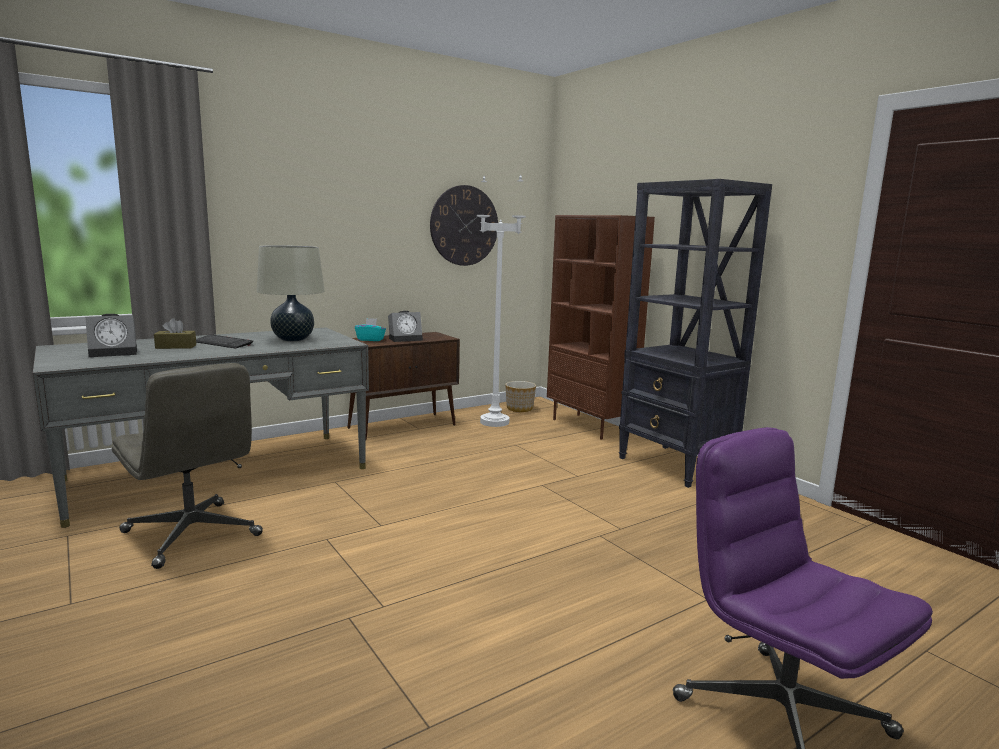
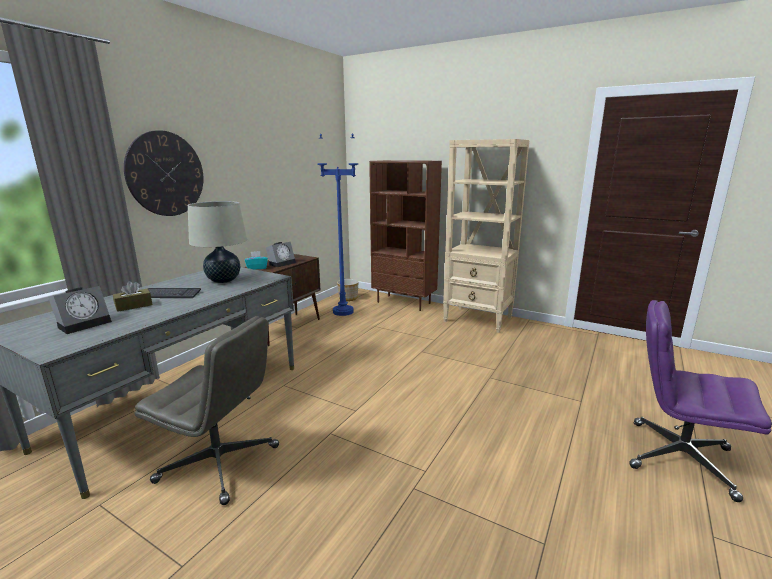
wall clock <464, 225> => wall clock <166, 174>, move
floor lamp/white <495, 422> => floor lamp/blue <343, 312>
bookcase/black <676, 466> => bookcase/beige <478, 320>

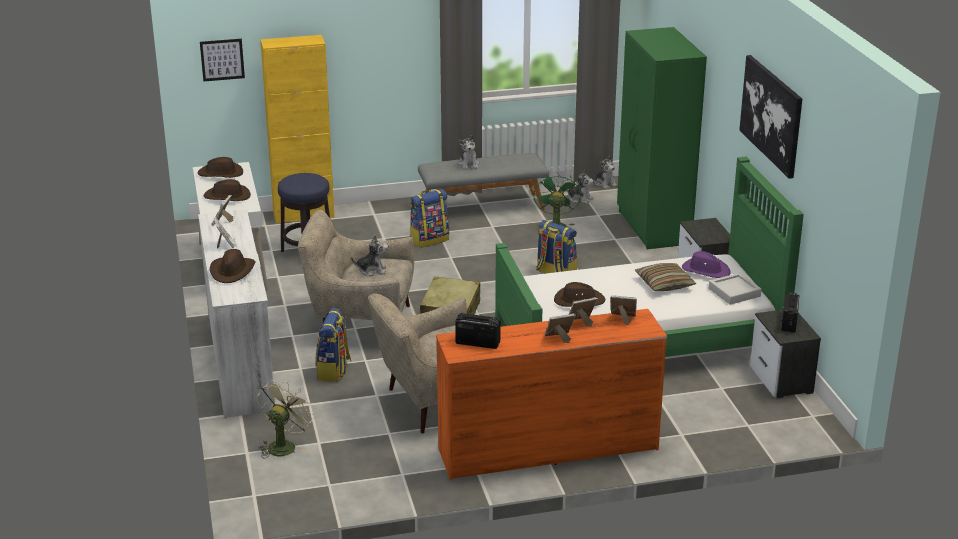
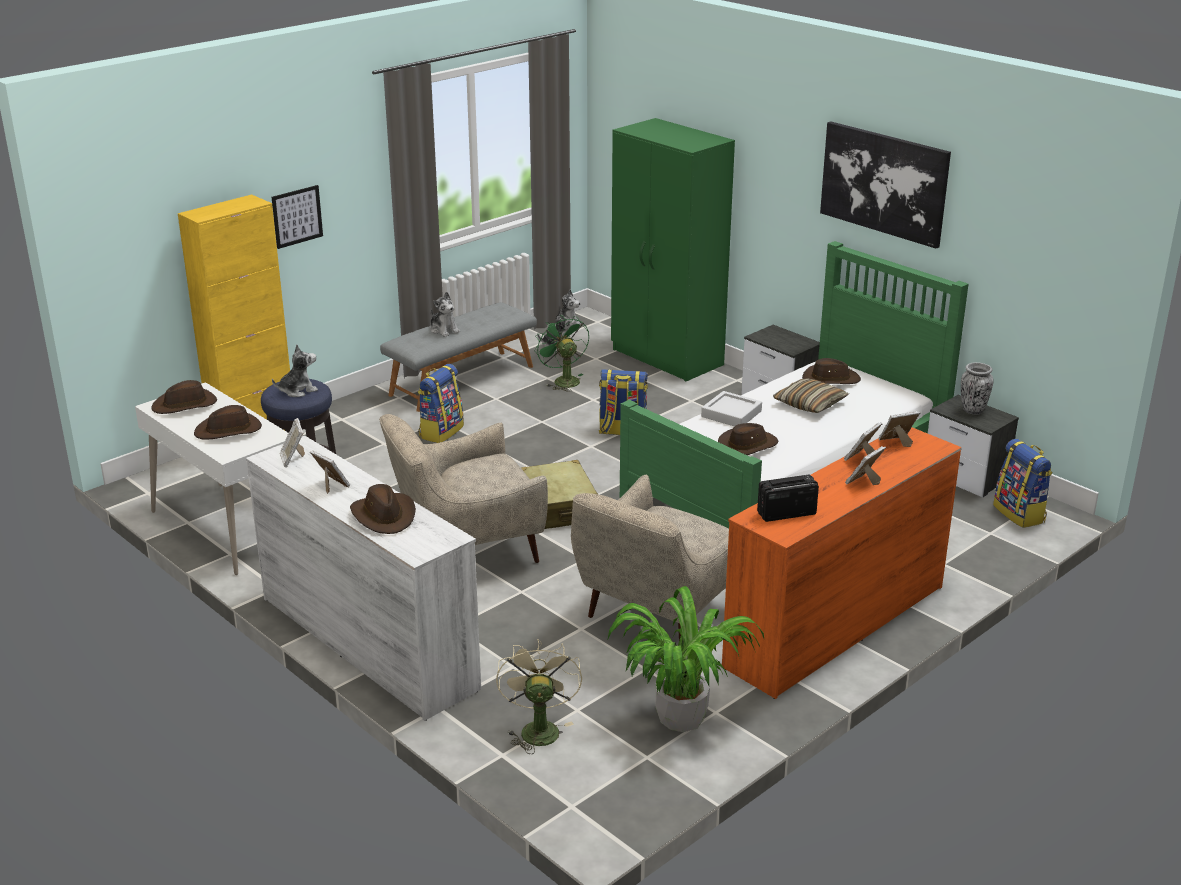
picture <222, 59> => picture <297, 216>, move
backpack <334, 371> => backpack <1020, 514>, move
plush toy <372, 270> => plush toy <297, 390>, move
hat/purple <705, 270> => hat/brown <830, 379>
tray/grey <734, 292> => tray/grey <731, 414>, move
radio <789, 323> => vase <973, 410>
nothing => potted plant <680, 718>

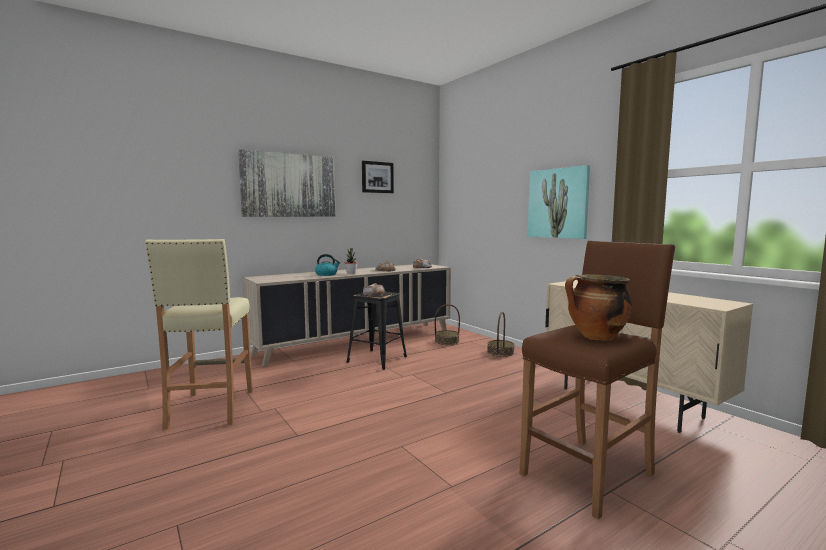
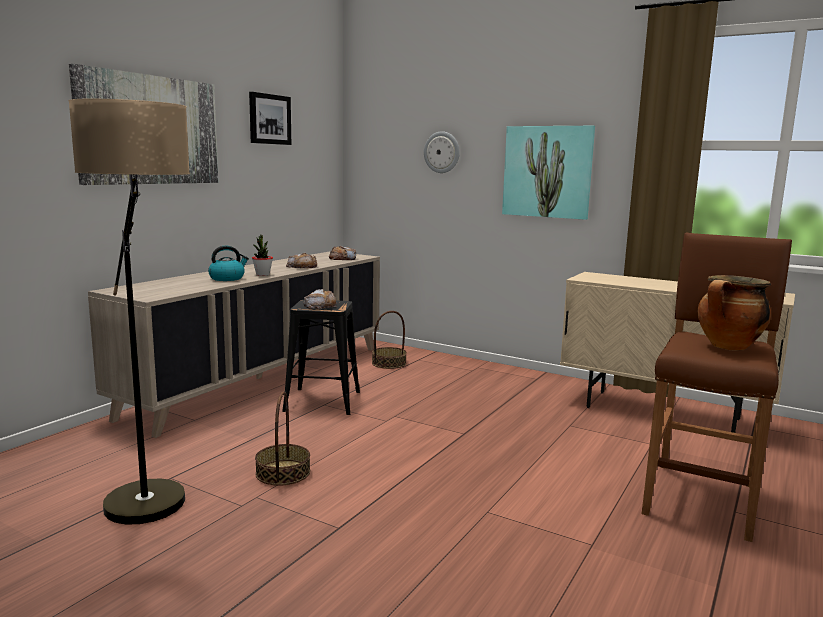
stool/beige <210, 409> => floor lamp <151, 518>
basket <500, 352> => basket <283, 472>, move
nothing => wall clock <442, 152>

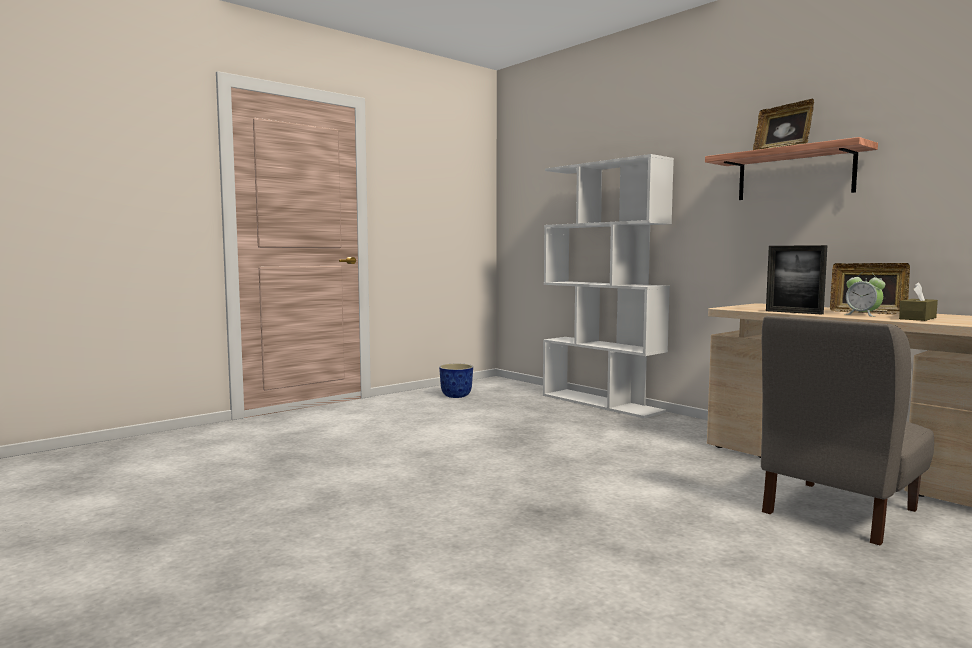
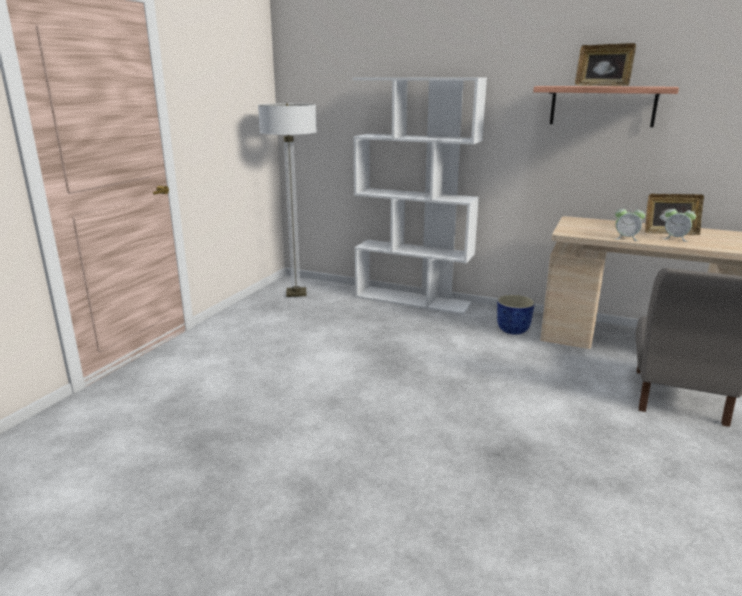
planter <457, 396> => planter <513, 330>, move
picture frame <793, 312> => alarm clock <626, 238>
tissue box/brown <917, 318> => nothing
nothing => floor lamp <296, 293>

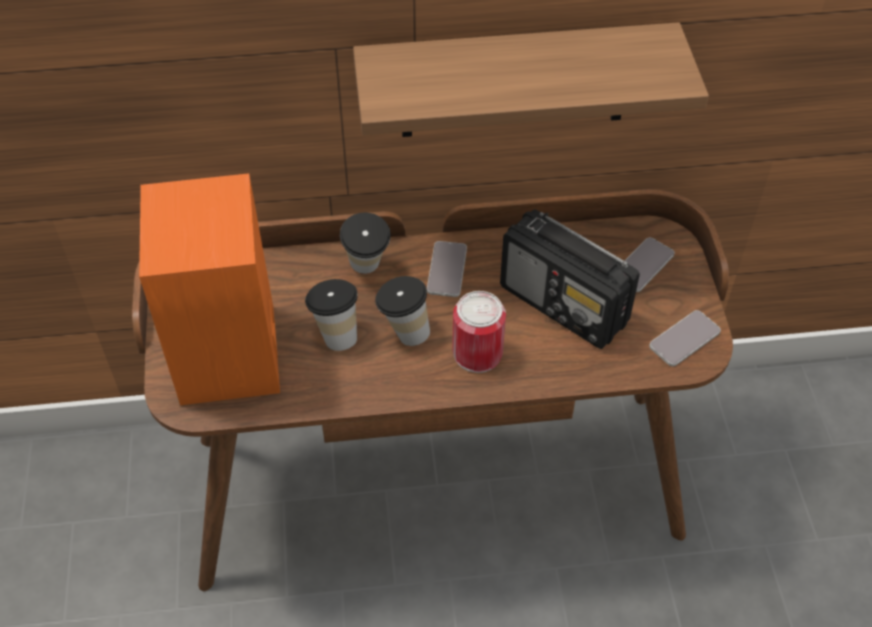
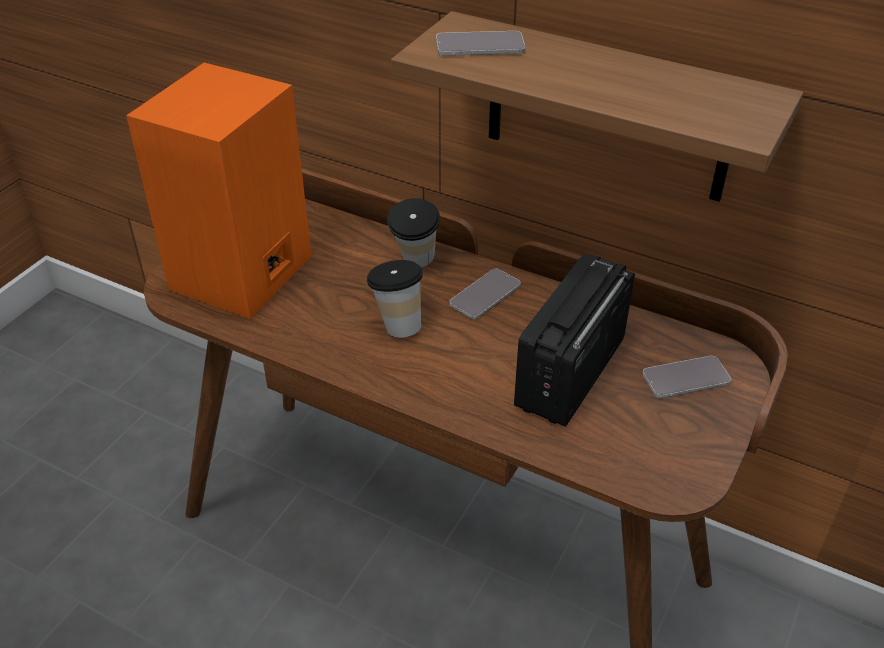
cup <336, 334> => nothing
can <477, 353> => nothing
radio <564, 305> => radio <569, 374>, 45 degrees clockwise
phone <684, 339> => phone <480, 45>, move

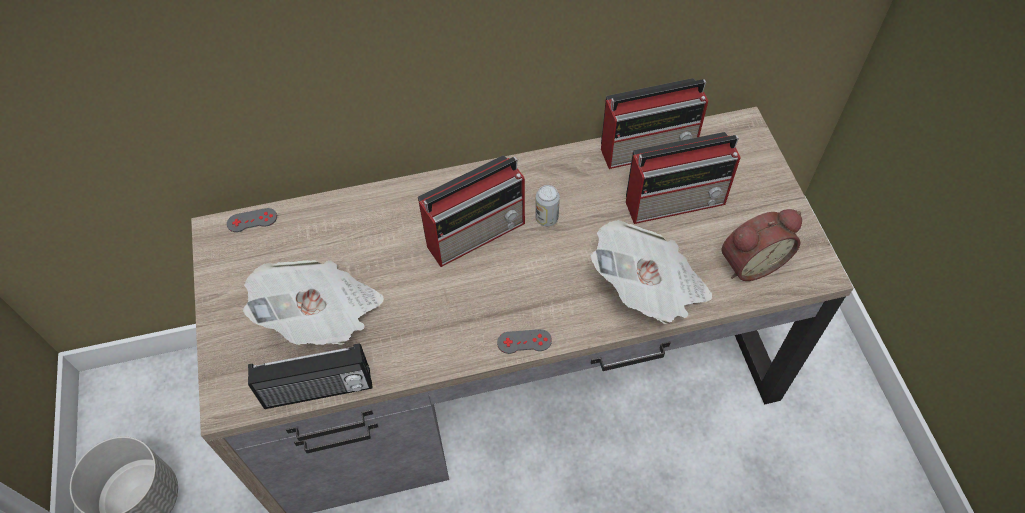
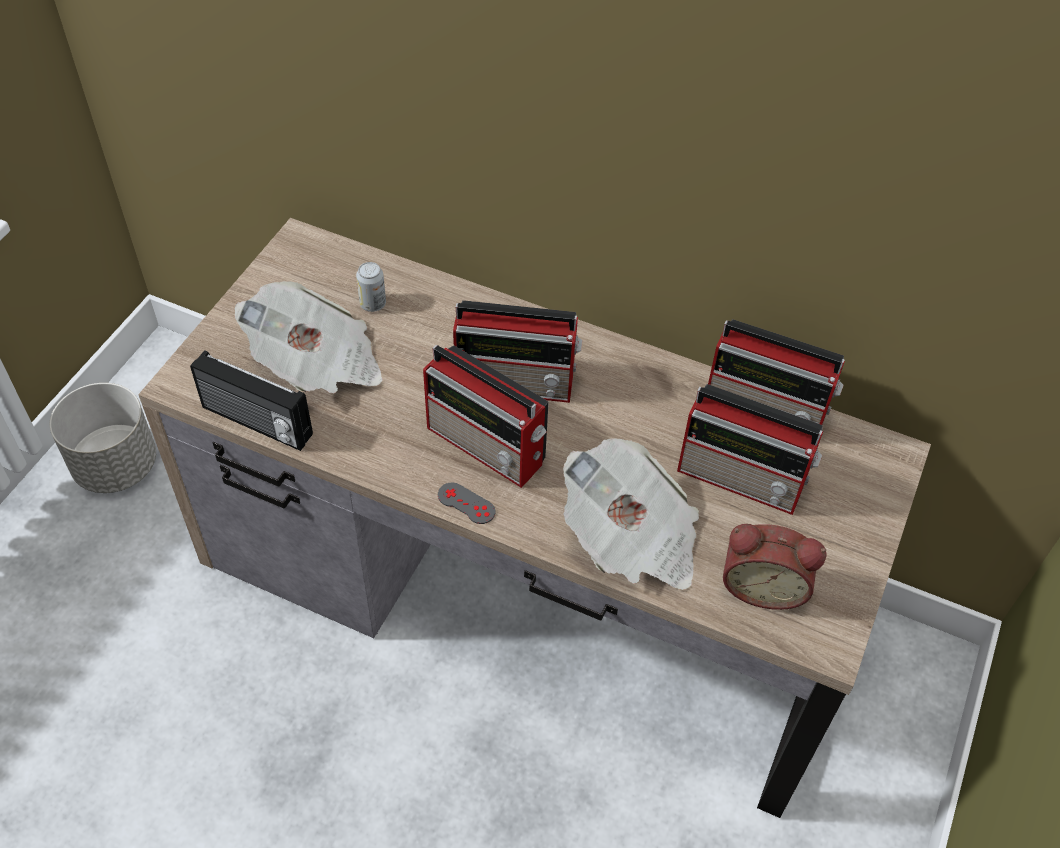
game controller/grey <252, 220> => nothing
can <546, 218> => can <373, 304>, move
nothing => radio <488, 446>

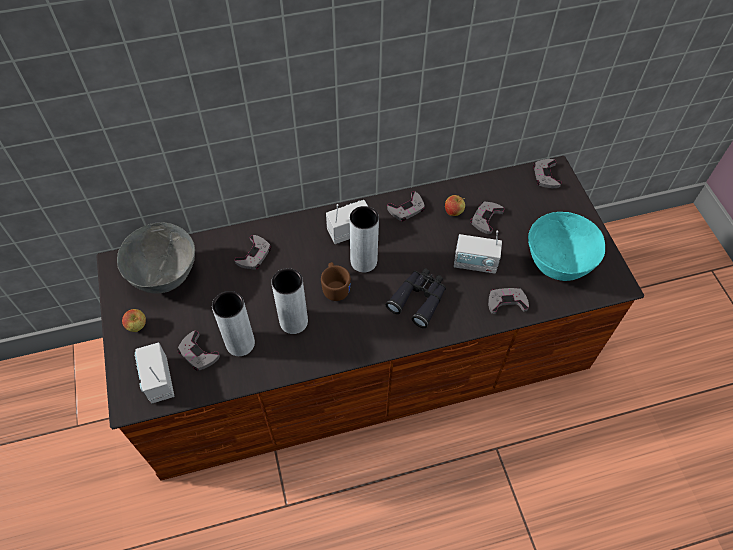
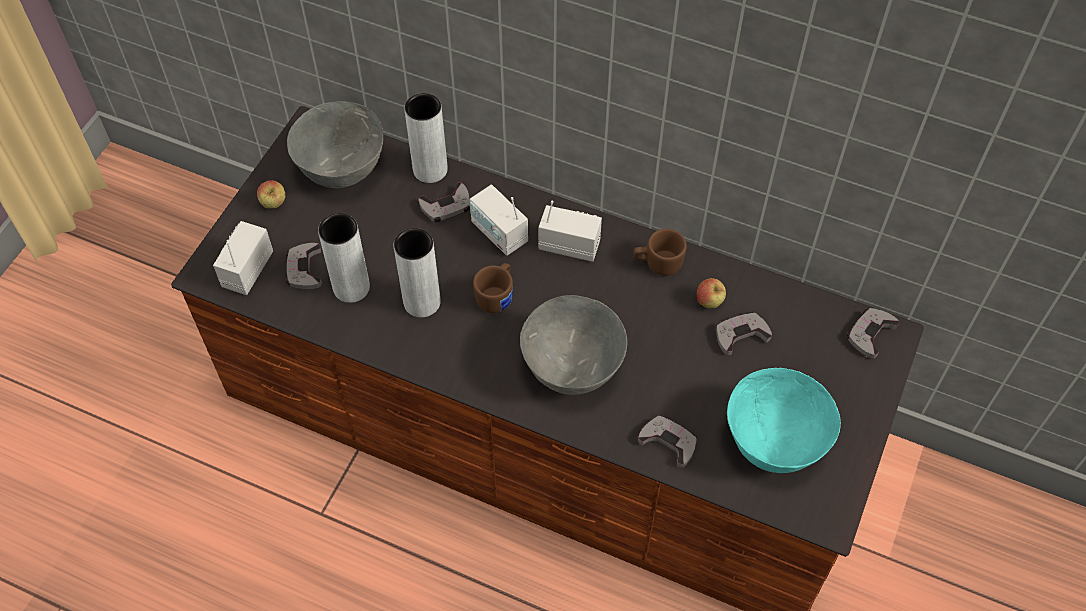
vase/grey <363, 261> => vase/grey <430, 169>, move
binoculars/black <419, 299> => bowl/grey <573, 370>
game controller/grey <407, 209> => mug/brown <657, 263>
radio <475, 263> => radio <499, 233>, move

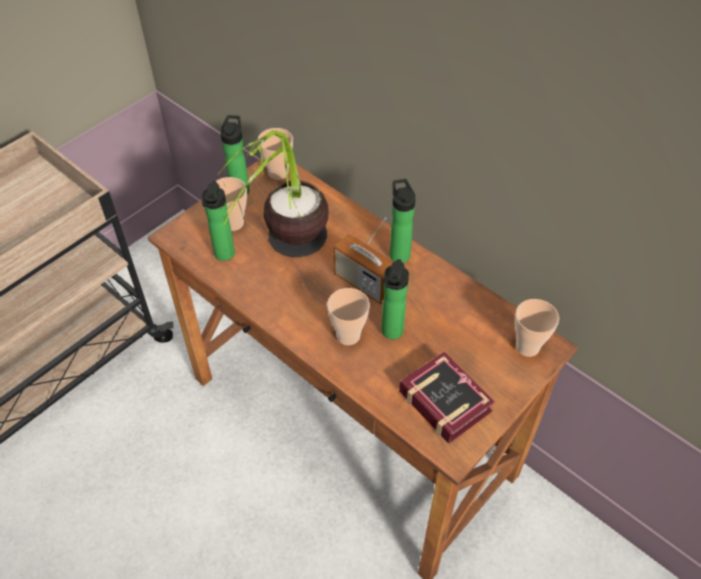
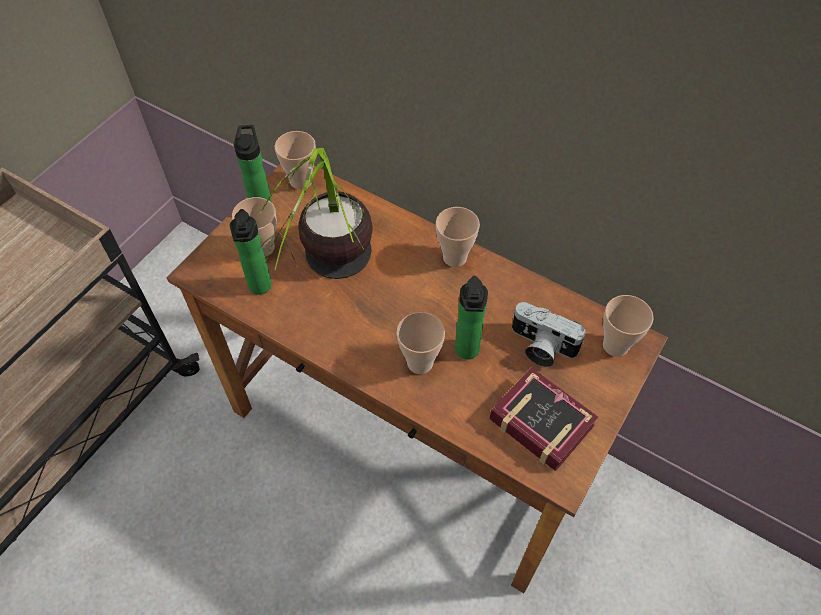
radio <364, 283> => nothing
bottle <398, 253> => cup <454, 257>
nothing => photo camera <540, 347>

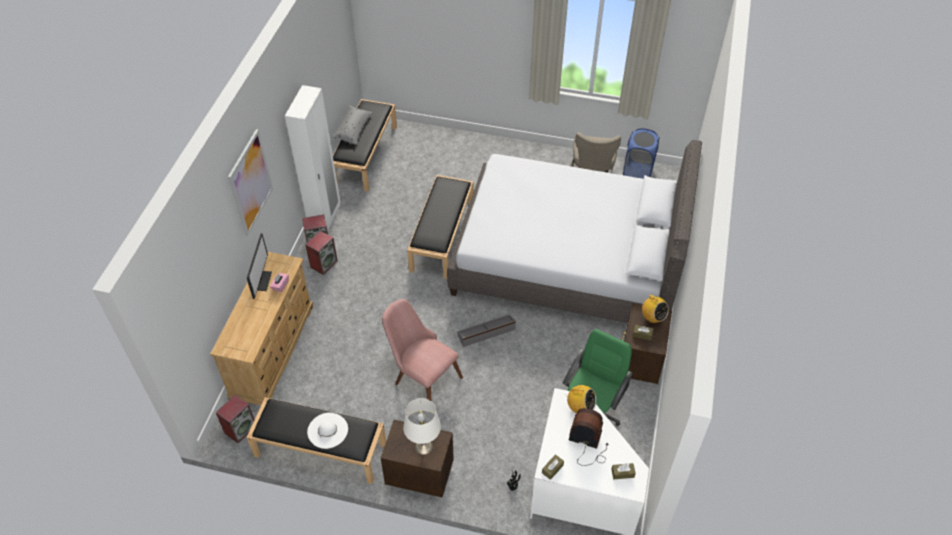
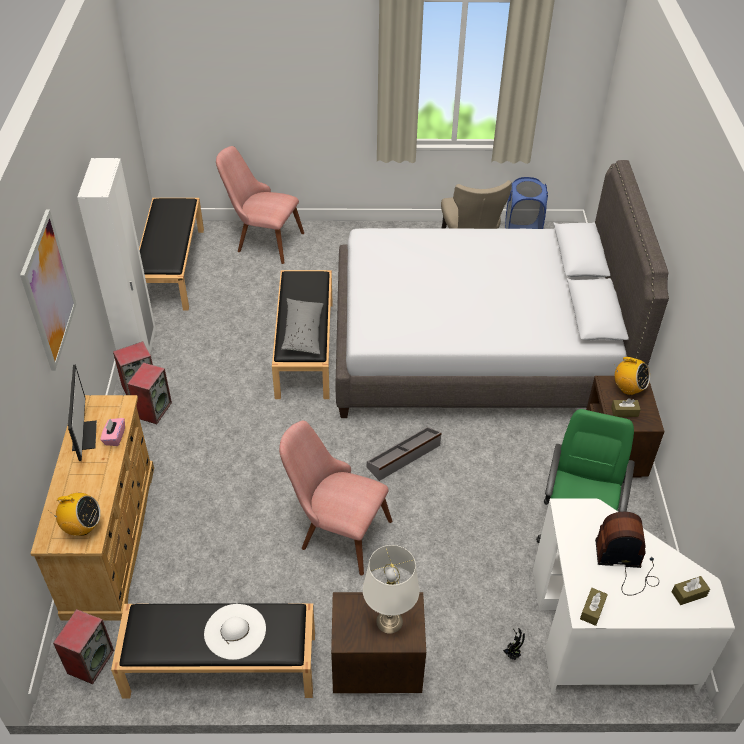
pillow/grey <353, 129> => pillow/grey <303, 332>, move
radio <580, 407> => radio <82, 527>, move
nothing => chair/pink <262, 240>

